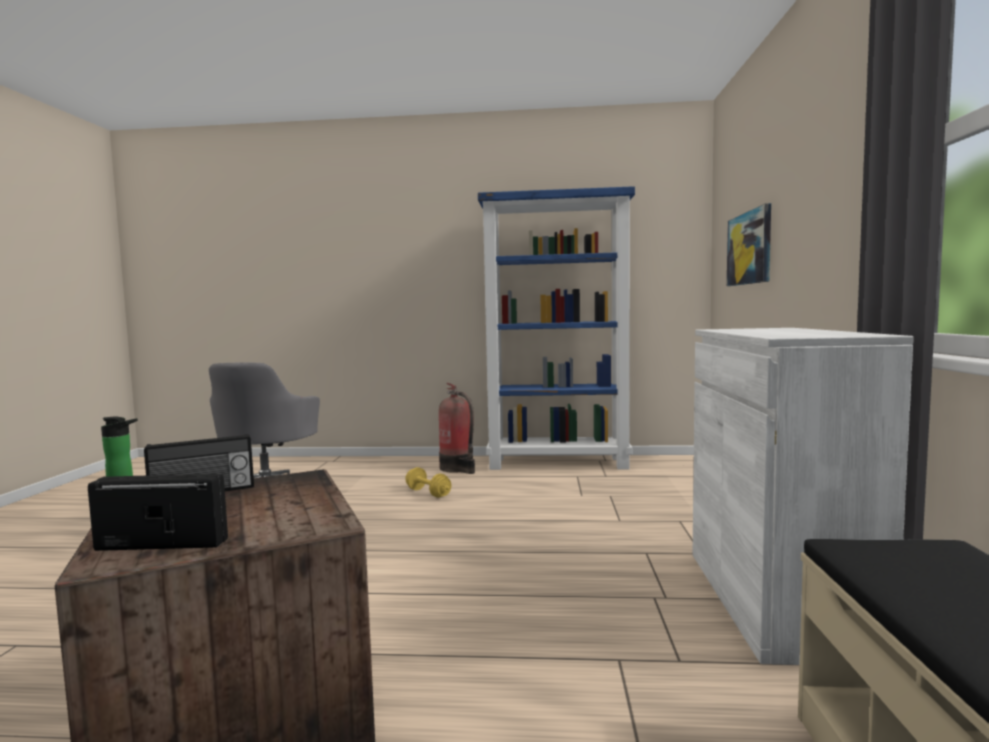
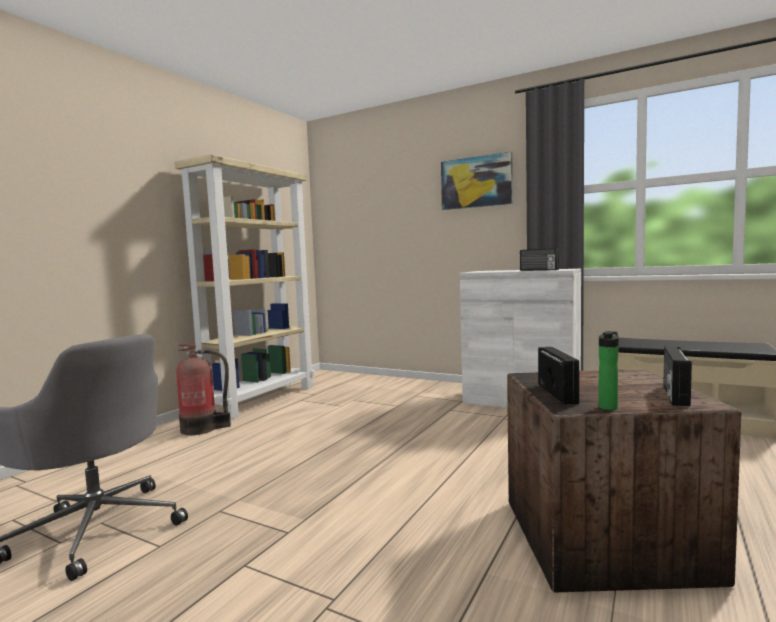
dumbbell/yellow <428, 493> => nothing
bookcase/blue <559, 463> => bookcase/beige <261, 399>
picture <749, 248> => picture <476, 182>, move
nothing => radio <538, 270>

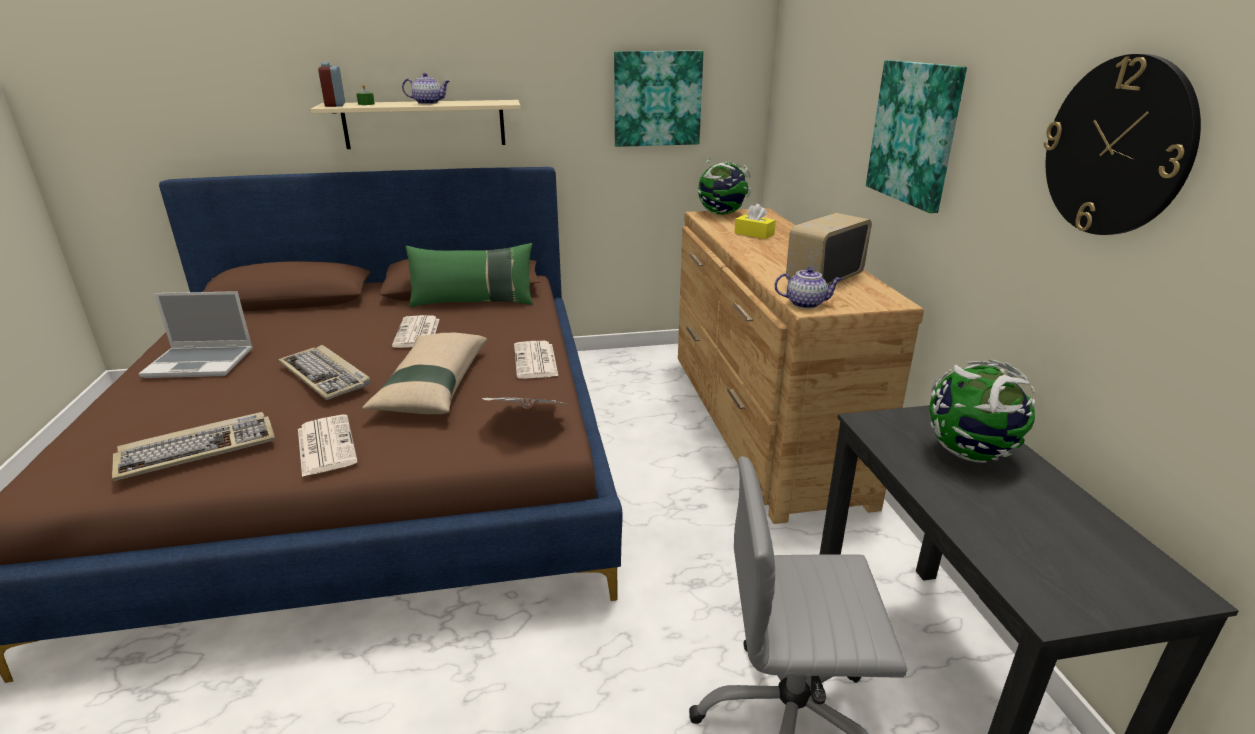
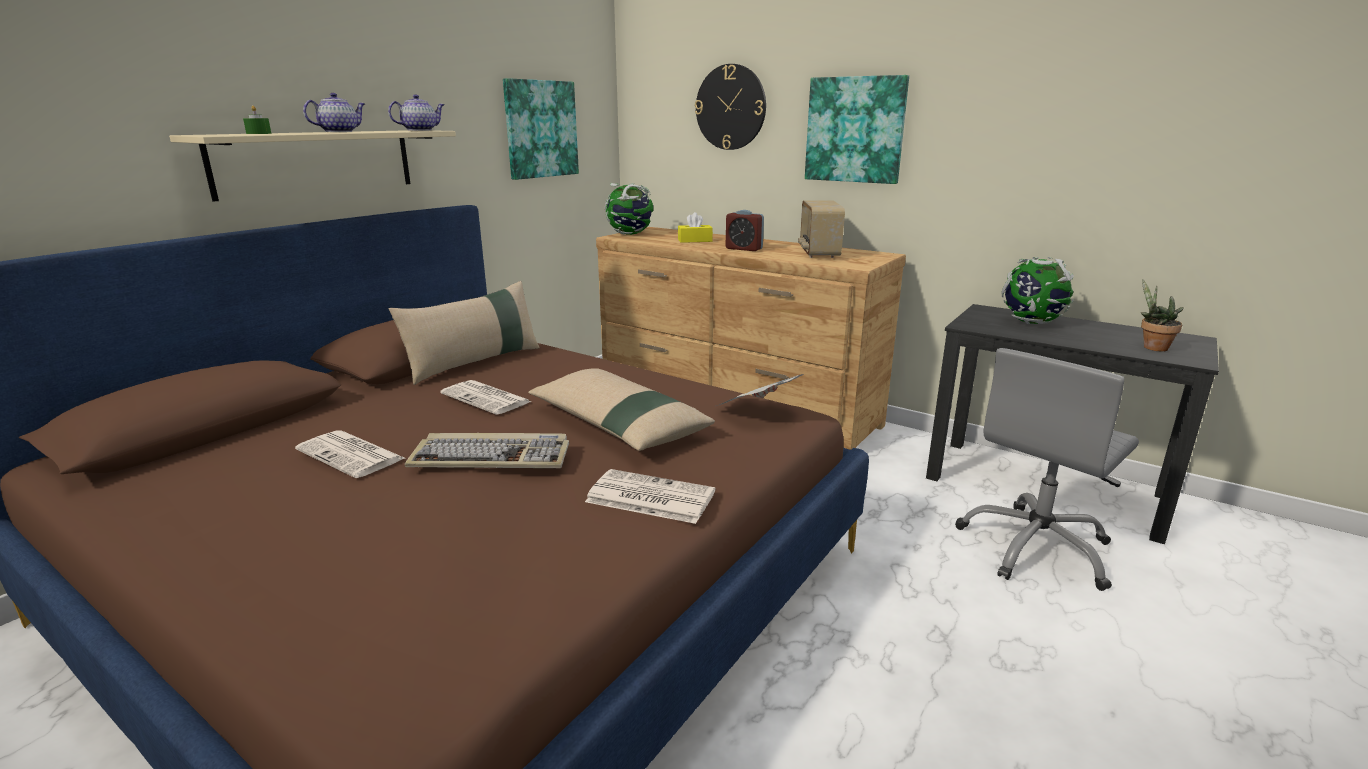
keyboard <198, 449> => nothing
laptop <201, 363> => nothing
alarm clock <335, 105> => alarm clock <744, 249>, move
pillow/green <473, 302> => pillow/beige <474, 362>
newspaper <536, 361> => newspaper <352, 455>, move
teapot <806, 303> => teapot <420, 130>, move
wall clock <1117, 147> => wall clock <730, 107>, move
nothing => potted plant <1151, 347>

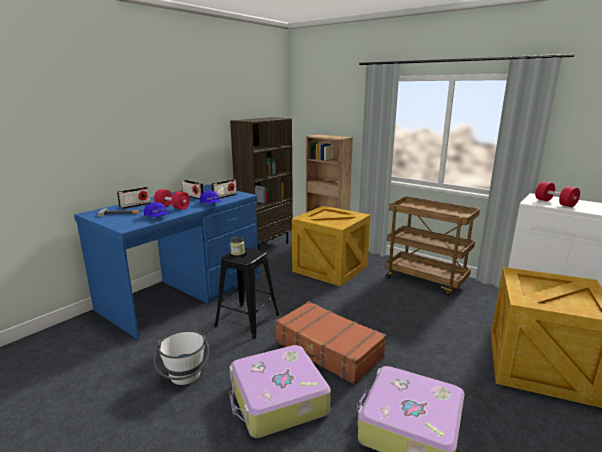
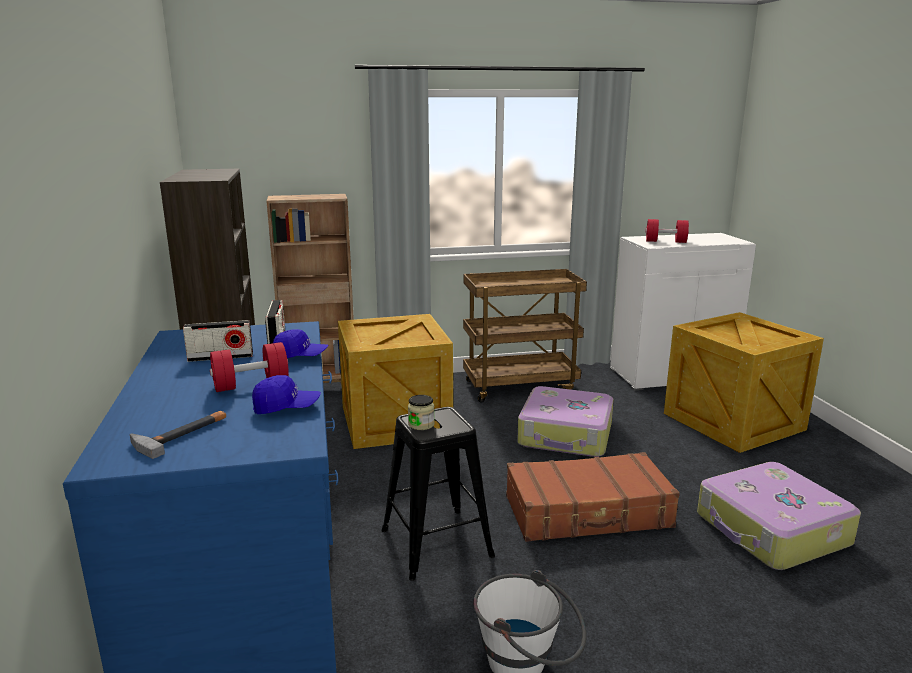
radio <135, 206> => nothing
suitcase <277, 400> => suitcase <566, 435>, move

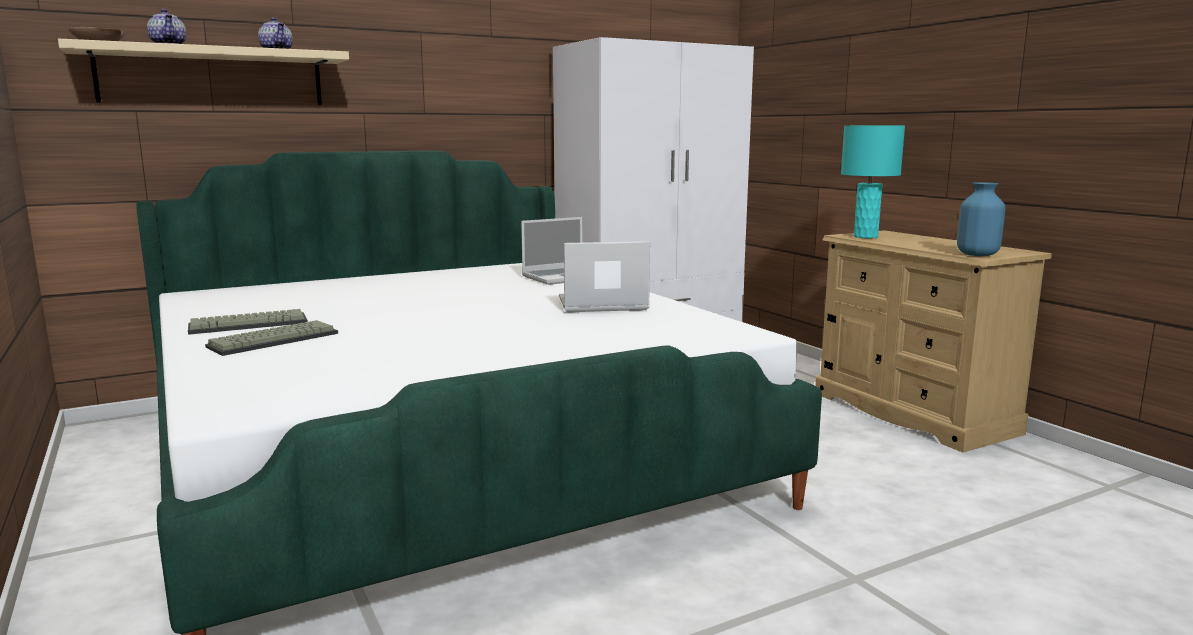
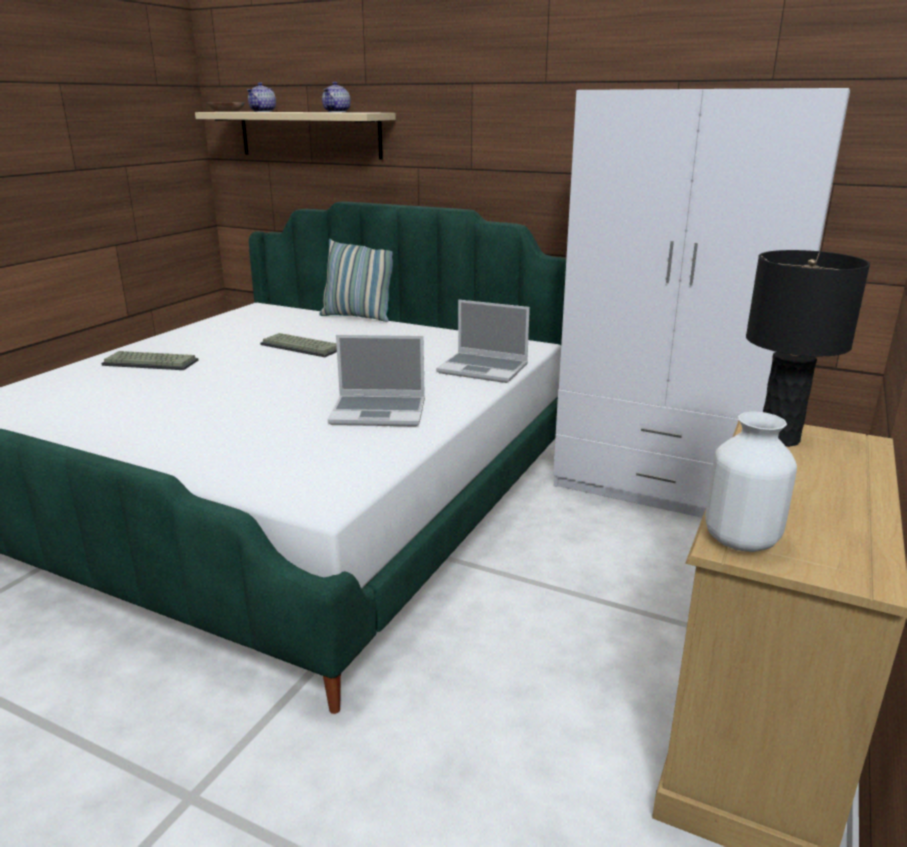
keyboard <249, 324> => keyboard <303, 347>, move
laptop <601, 305> => laptop <379, 412>, 135 degrees clockwise
table lamp/turquoise <866, 237> => table lamp/black <780, 439>
vase/blue <977, 254> => vase/white <742, 540>
nothing => pillow <357, 317>

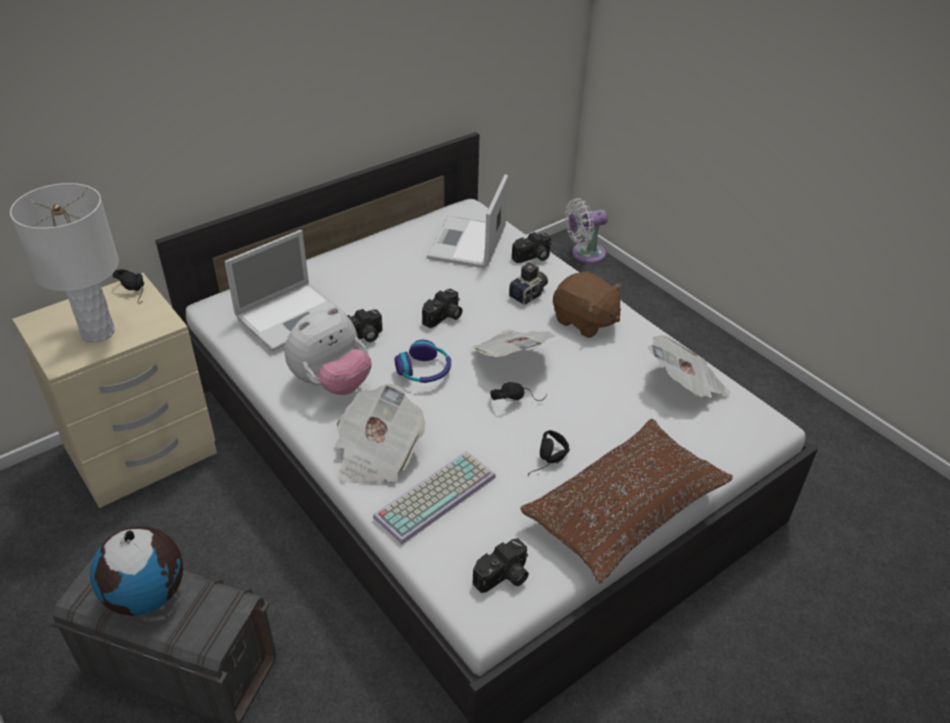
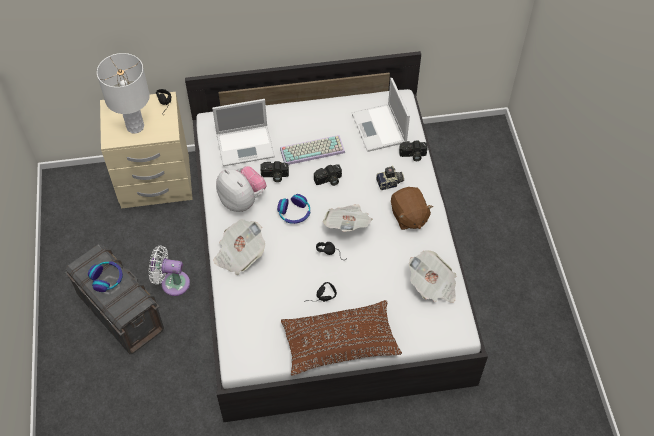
globe <148, 595> => headphones <107, 278>
plush toy <331, 383> => plush toy <242, 200>, 120 degrees counterclockwise
keyboard <435, 494> => keyboard <313, 149>, move
laptop <467, 244> => laptop <379, 129>, 60 degrees counterclockwise
photo camera <503, 577> => nothing
fan/white <585, 254> => fan/white <172, 283>, move

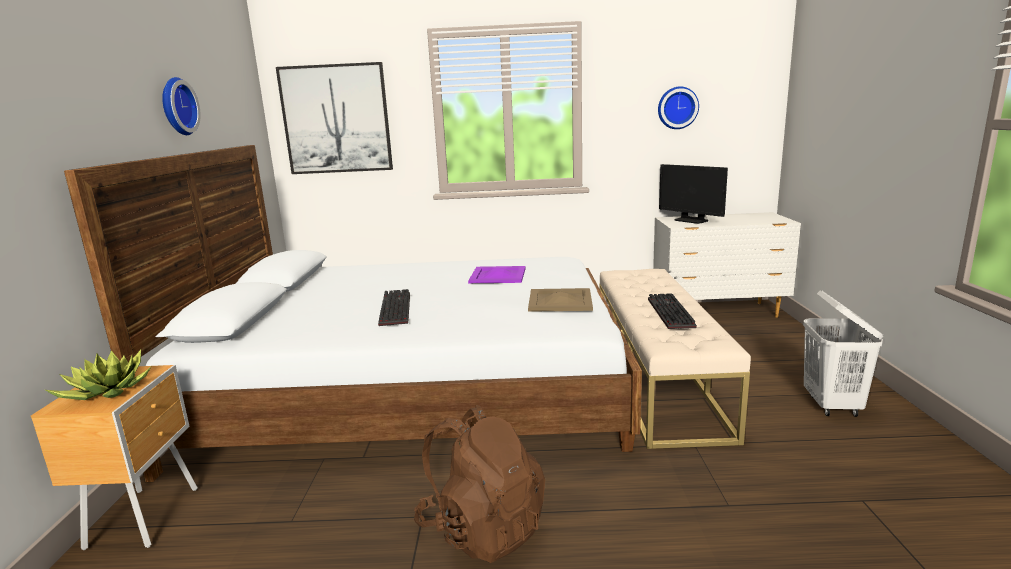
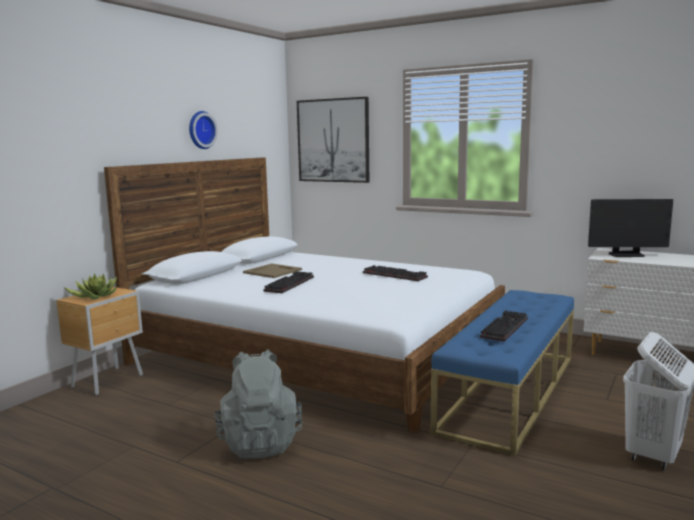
backpack/brown <482, 529> => backpack/grey <260, 442>
tray/purple <498, 275> => keyboard <396, 275>
tray/beige <560, 300> => tray/beige <273, 271>, move
bench/beige <656, 378> => bench/blue <510, 392>
wall clock <677, 108> => nothing
monitor <691, 220> => monitor <626, 255>, 75 degrees counterclockwise

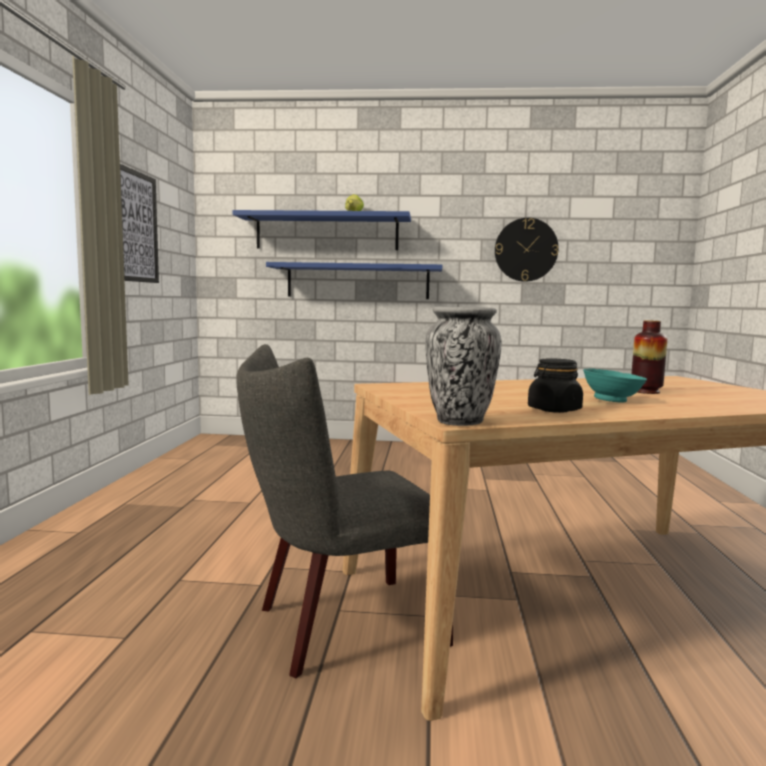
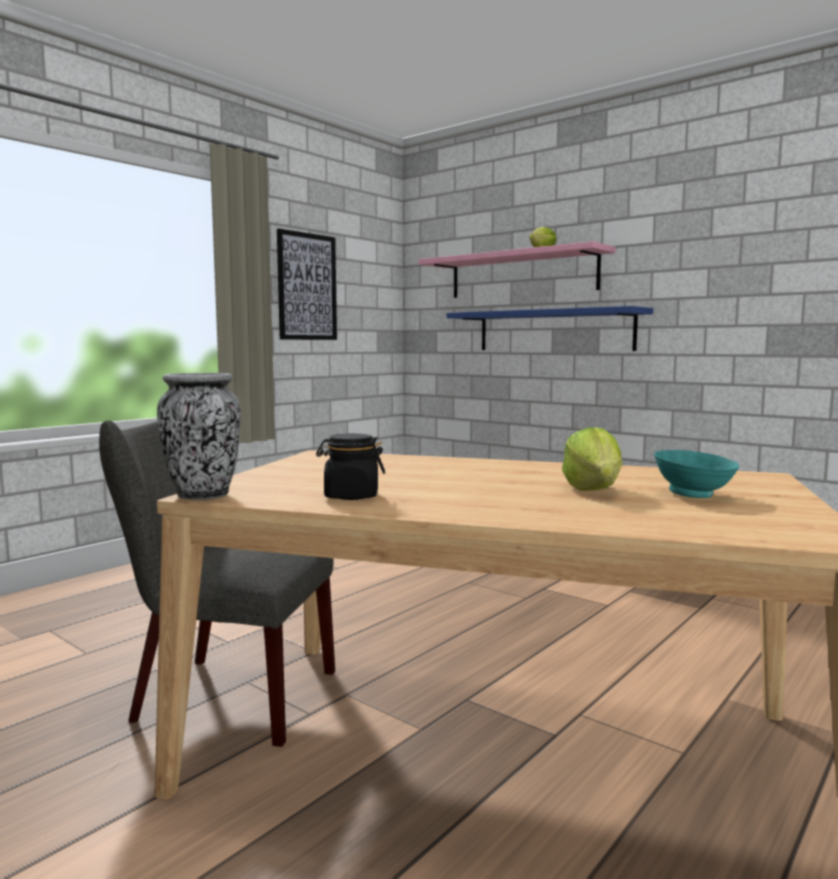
shelf/blue <327, 233> => shelf/pink <522, 274>
wall clock <526, 250> => nothing
bowl/turquoise <613, 401> => bowl/turquoise <693, 495>, move
vase <646, 392> => lettuce <593, 489>

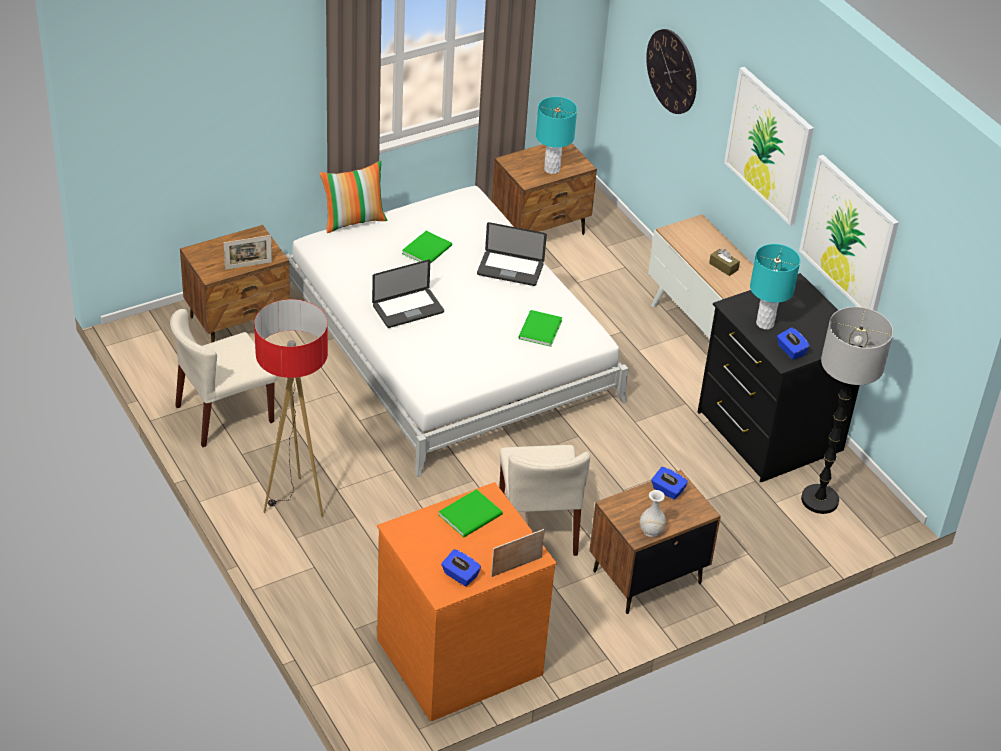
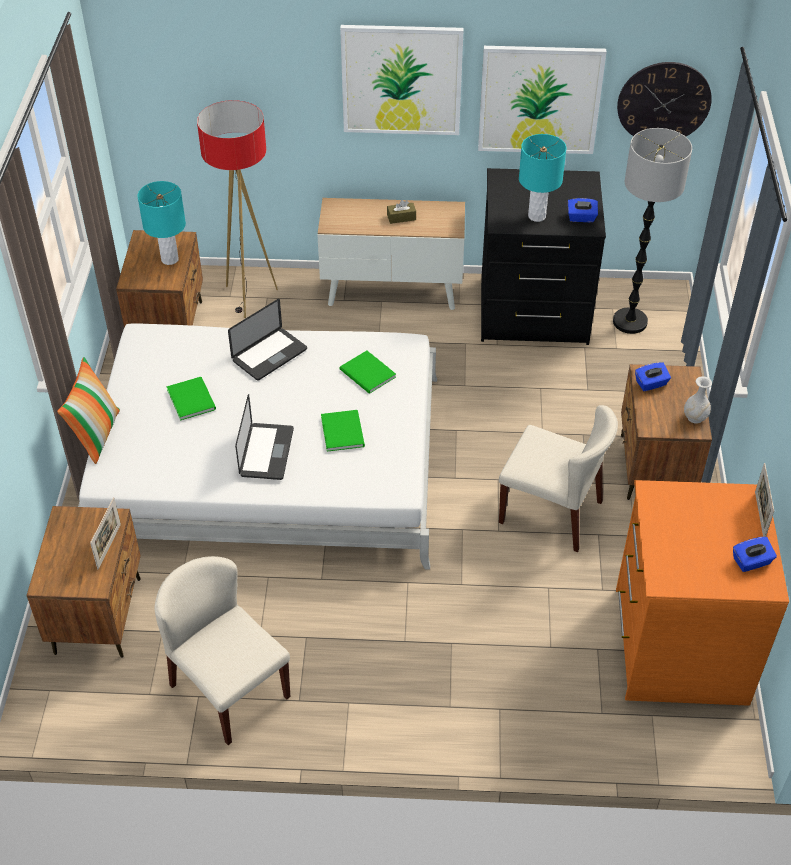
chair/beige <224, 414> => chair/beige <229, 690>, 135 degrees clockwise
floor lamp <295, 502> => floor lamp <249, 298>, move
book/green <472, 515> => book/green <343, 430>, move
wall clock <672, 71> => wall clock <664, 102>, move

